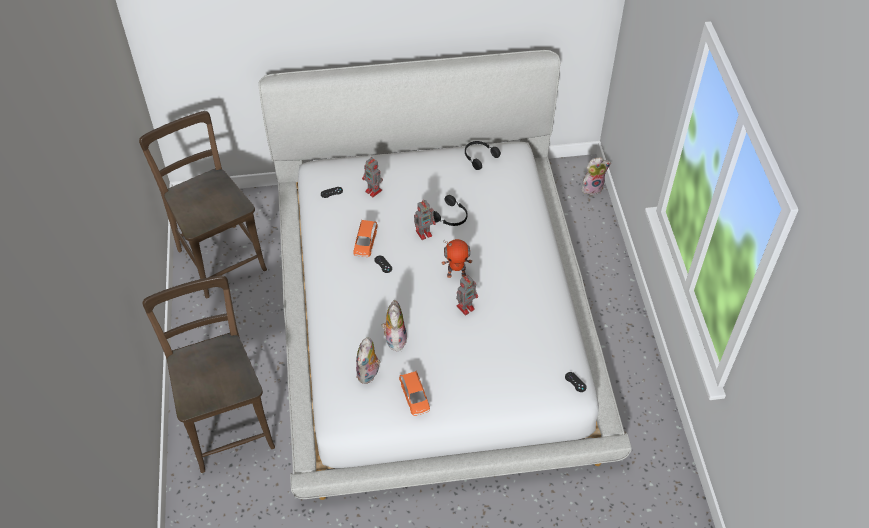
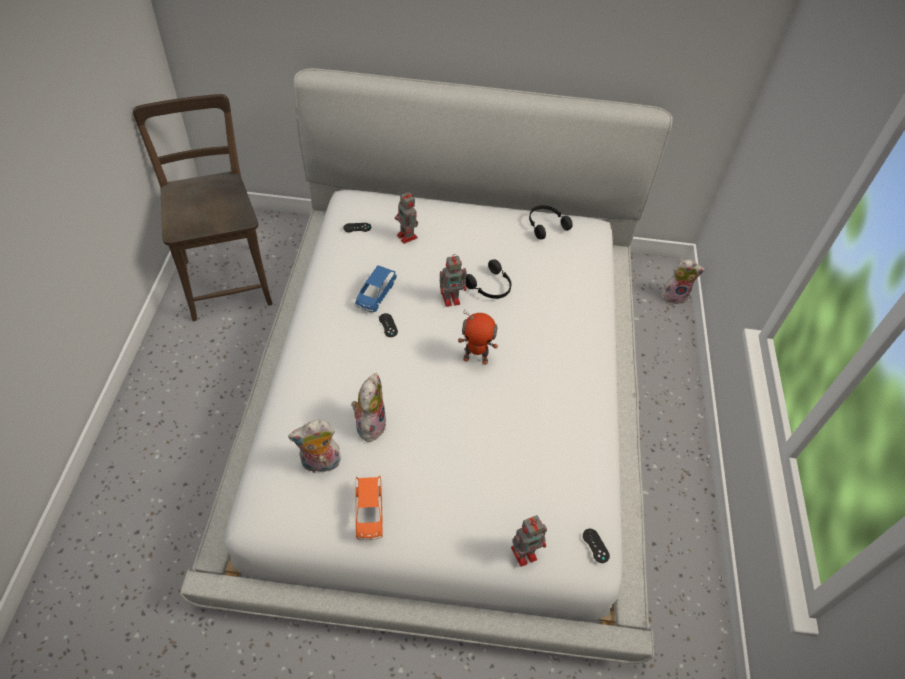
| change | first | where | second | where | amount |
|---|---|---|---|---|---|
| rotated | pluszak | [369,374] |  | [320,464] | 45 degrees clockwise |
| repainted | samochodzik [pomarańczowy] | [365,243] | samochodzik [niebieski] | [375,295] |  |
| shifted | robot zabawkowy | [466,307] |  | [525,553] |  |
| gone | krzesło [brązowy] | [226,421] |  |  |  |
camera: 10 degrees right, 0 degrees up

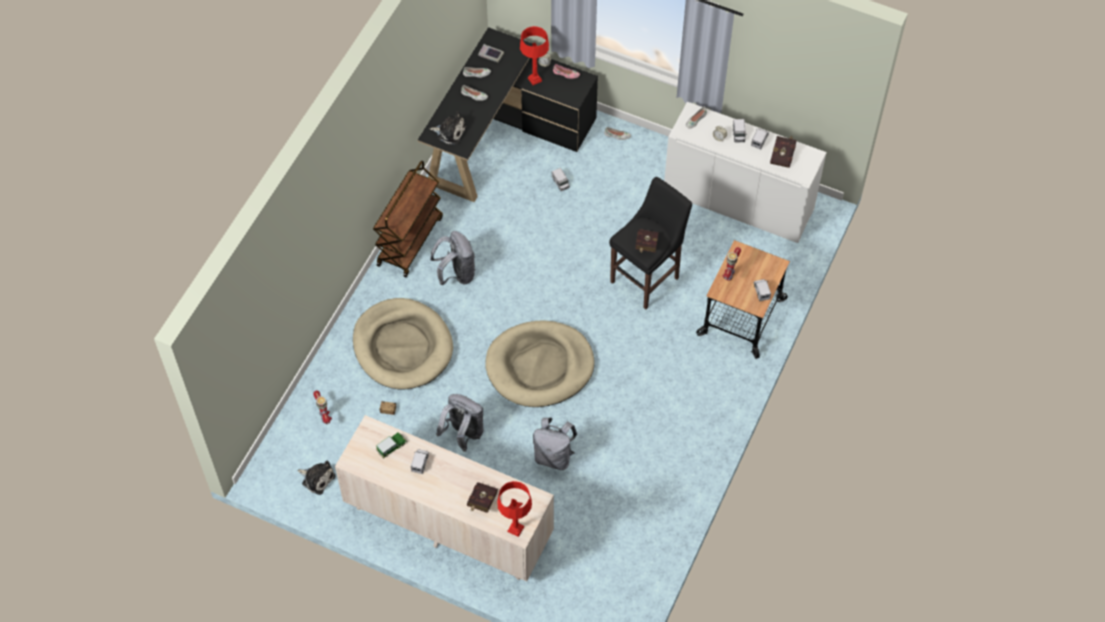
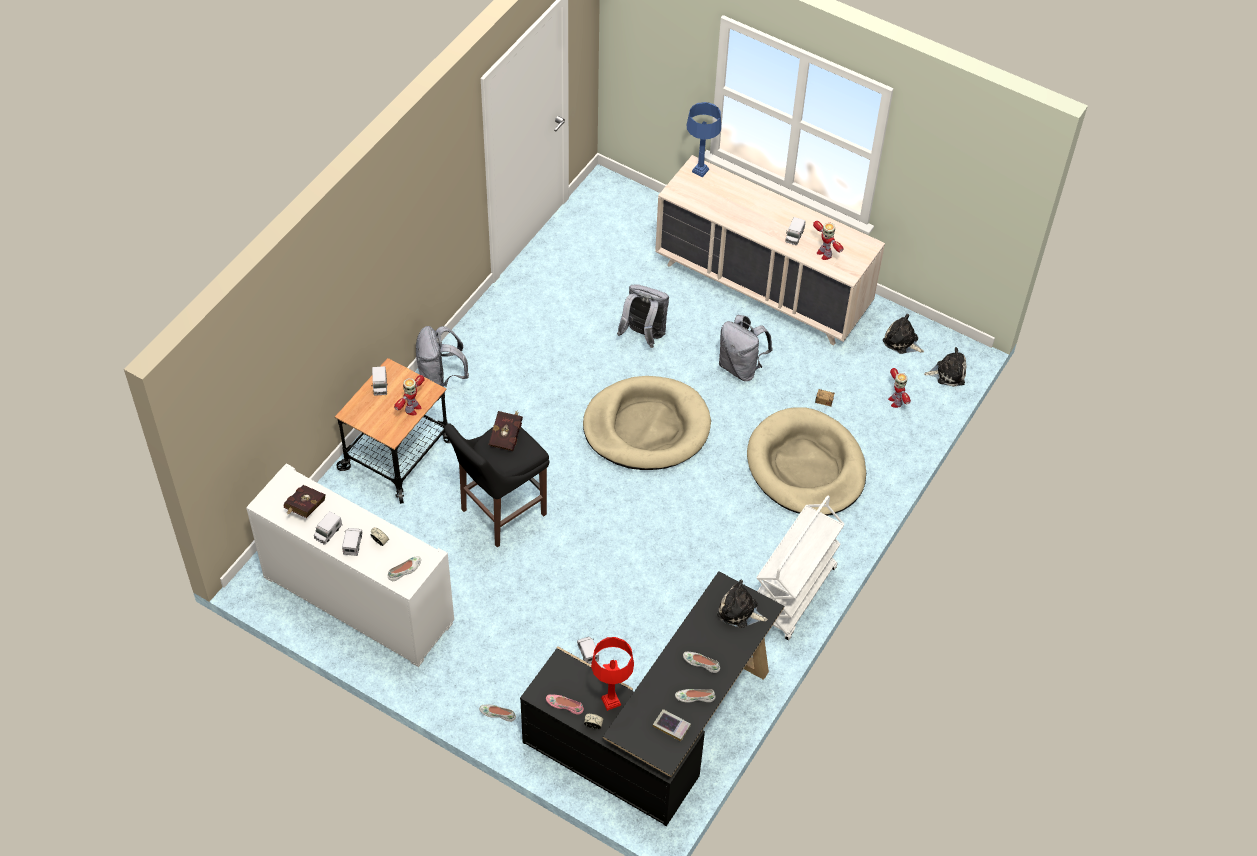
| change | first | where | second | where | amount |
|---|---|---|---|---|---|
| shifted | plecak [szary] | [456,274] |  | [441,379] |  |
| repainted | lampa stołowa [czerwony] | [515,529] | lampa stołowa [niebieski] | [700,170] |  |
| repainted | wózek [brązowy] | [409,240] | wózek [biały] | [793,595] |  |
| swapped | samochodzik | [392,446] | robot zabawkowy | [824,253] |  |
| new |  |  | pluszak | [948,373] |  |
| gone | książka [czerwony] | [481,502] |  |  |  |
camera: 175 degrees left, 5 degrees down

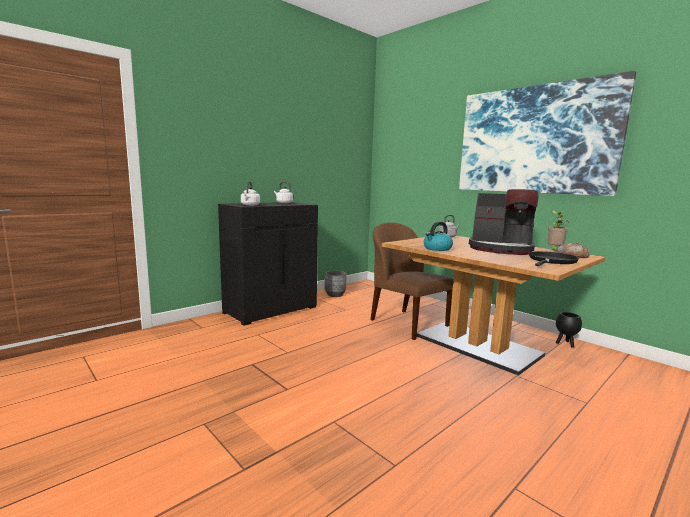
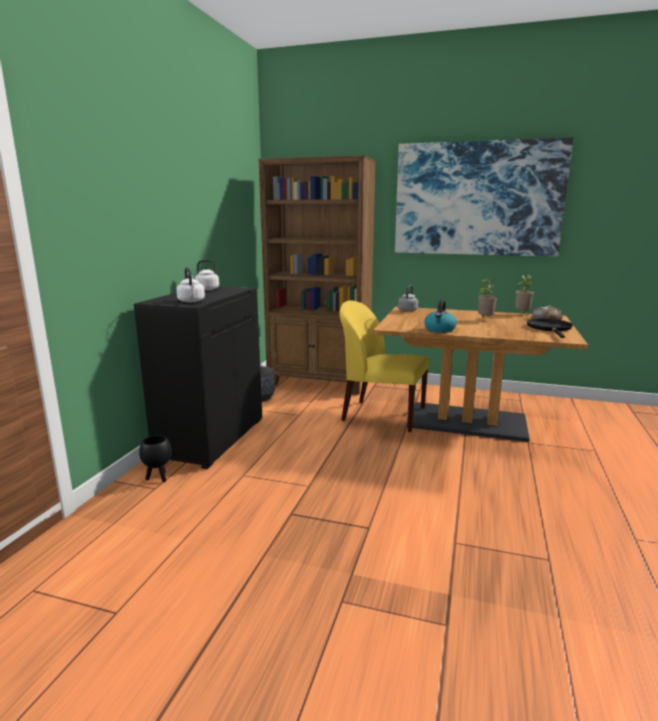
| change | first | where | second | where | amount |
|---|---|---|---|---|---|
| shifted | donica [czarny] | [565,344] |  | [158,478] |  |
| new |  |  | regał [brązowy] | [320,383] |  |
| repainted | krzesło [brązowy] | [407,324] | krzesło [żółty] | [381,415] |  |
| swapped | ekspres do kawy | [501,249] | roślina doniczkowa | [485,320] |  |
camera: 30 degrees left, 5 degrees up

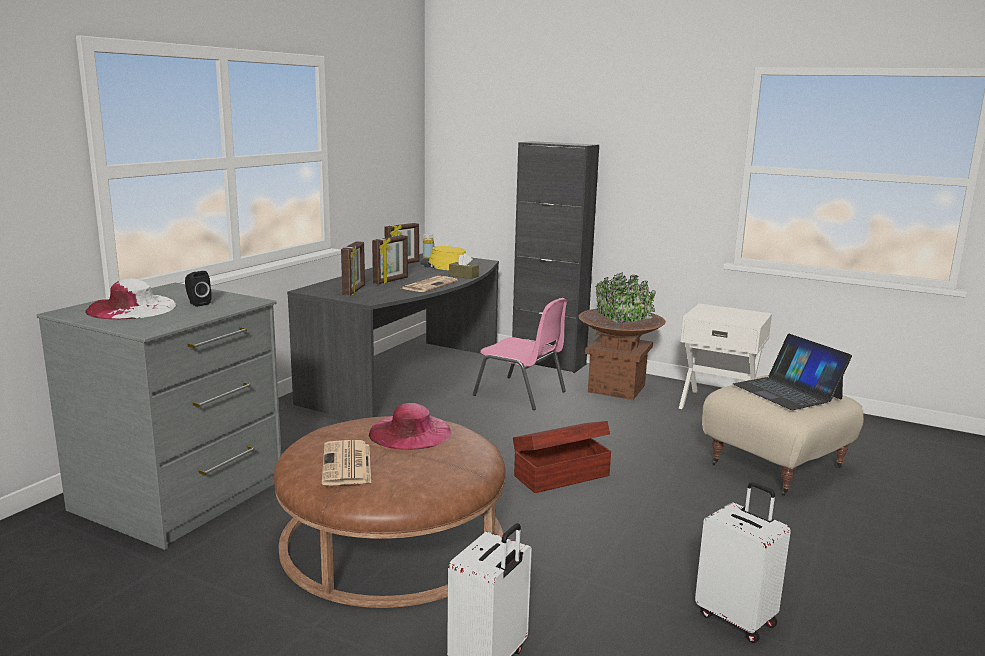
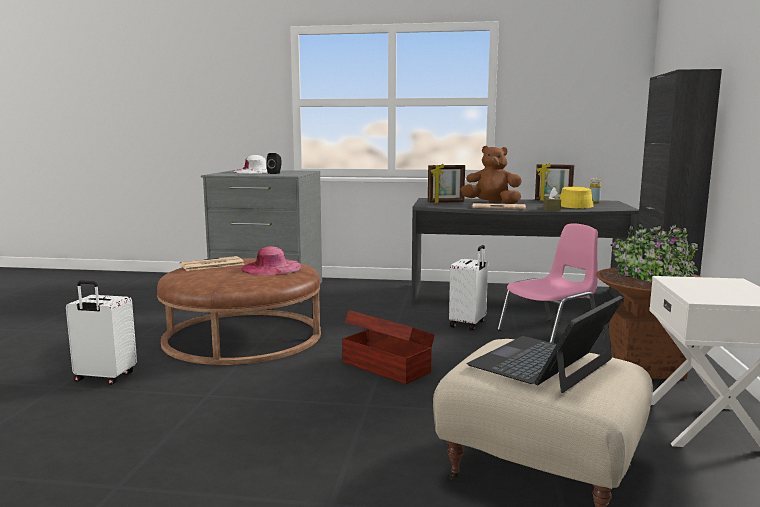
| change | first | where | second | where | amount |
|---|---|---|---|---|---|
| shifted | walizka [biały] | [737,618] |  | [468,324] |  |
| swapped | ramka na zdjęcie | [391,281] | pluszak [brązowy] | [491,203] |  |
| rotated | krzesło [różowy] | [521,394] |  | [550,333] | 135 degrees counterclockwise |
camera: 70 degrees right, 5 degrees down

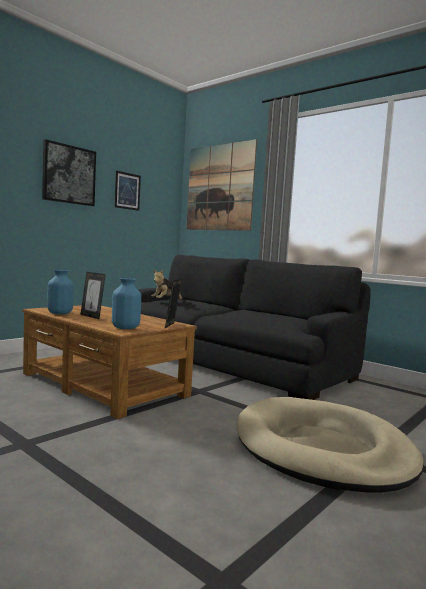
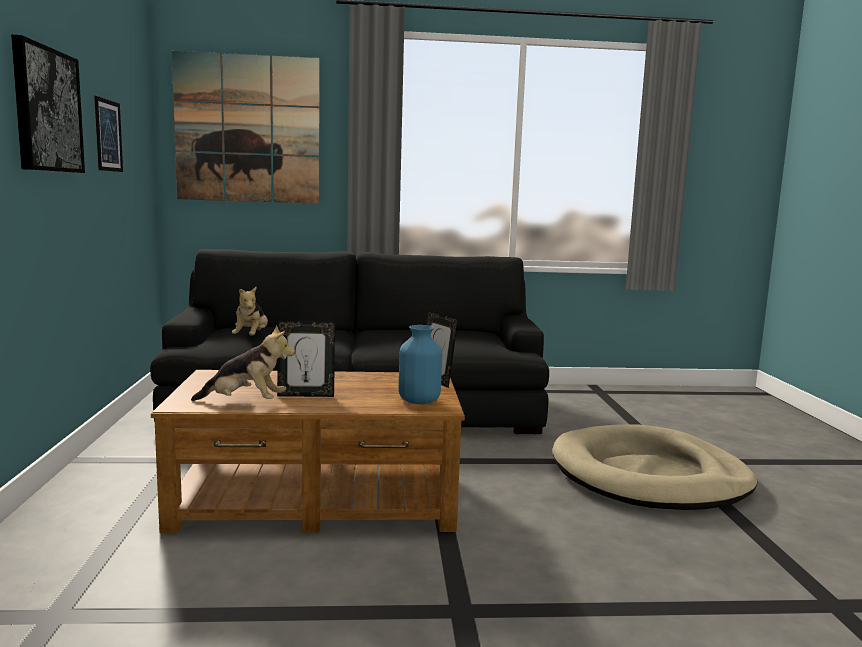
| change | first | where | second | where | amount |
|---|---|---|---|---|---|
| swapped | wazon [niebieski] | [59,313] | pluszak | [245,403] |  |
camera: 45 degrees left, 5 degrees up

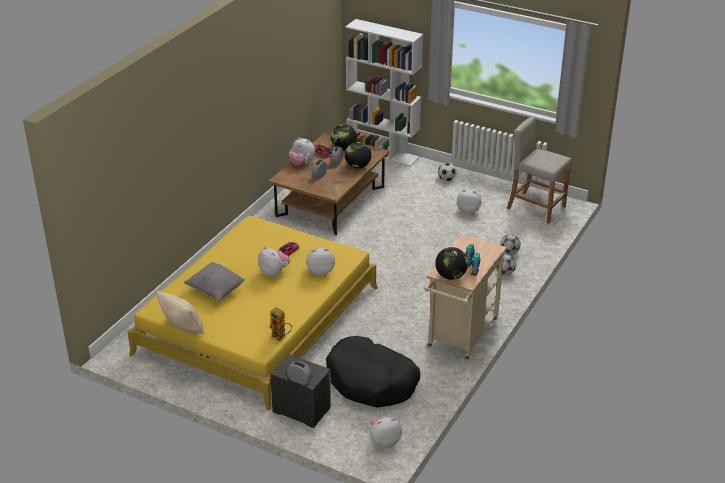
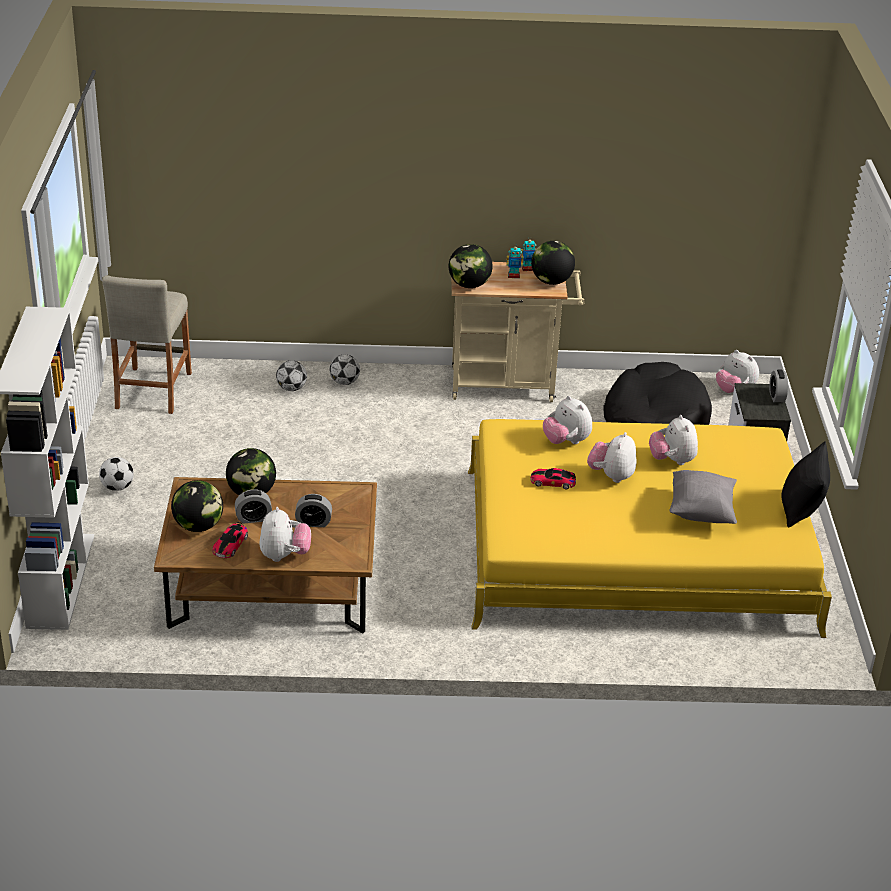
| change | first | where | second | where | amount |
|---|---|---|---|---|---|
| new |  |  | globus | [469,285] |  |
| shifted | pluszak | [469,210] |  | [672,460] |  |
| repainted | poduszka [beżowy] | [182,327] | poduszka [czarny] | [801,509] |  |
| gone | robot zabawkowy | [281,337] |  |  |  |
camera: 120 degrees left, 0 degrees up

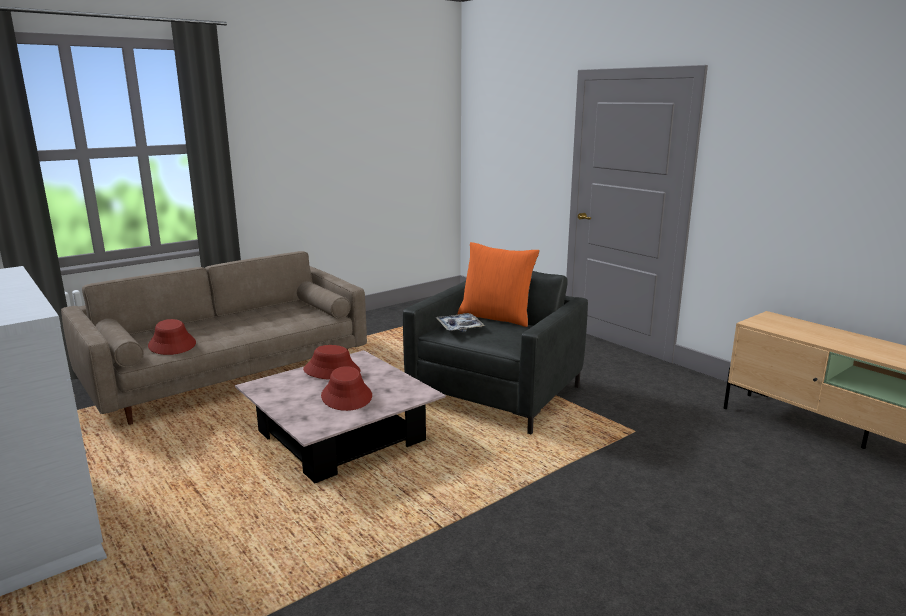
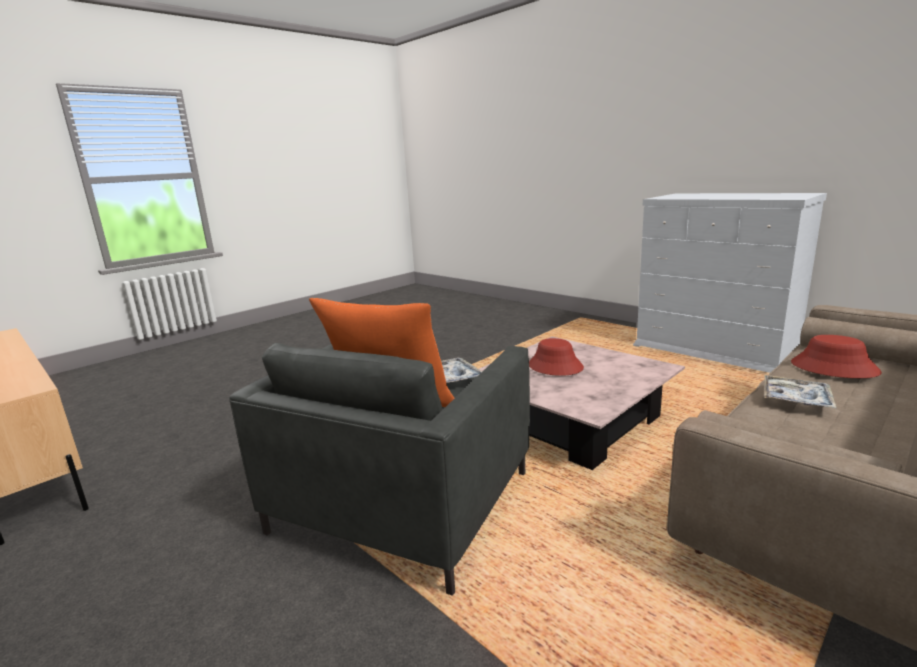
| change | first | where | second | where | amount |
|---|---|---|---|---|---|
| new |  |  | taca | [796,398] |  |
| gone | kapelusz [czerwony] | [332,371] |  |  |  |
camera: 175 degrees right, 0 degrees up

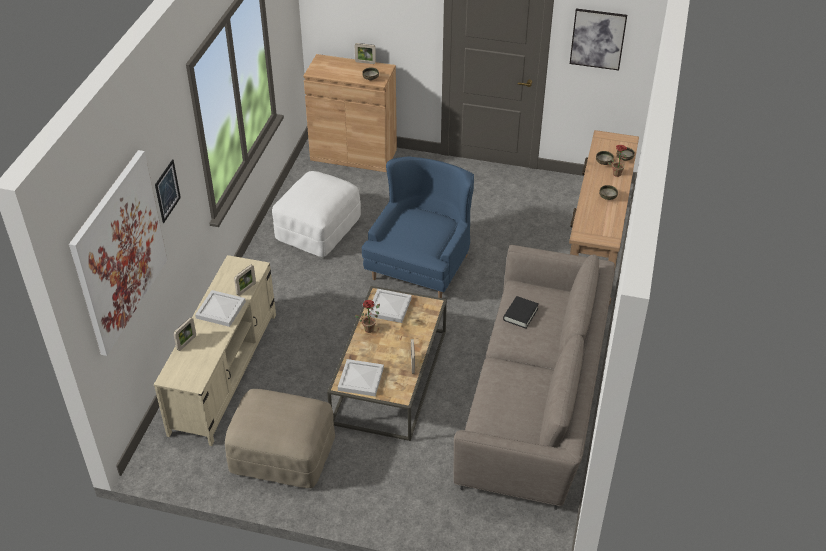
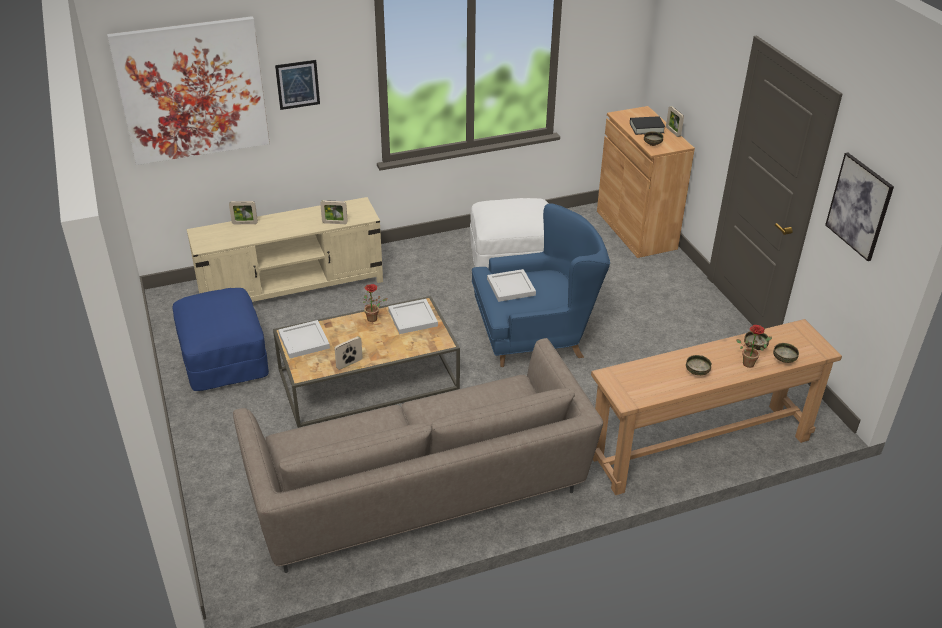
| change | first | where | second | where | amount |
|---|---|---|---|---|---|
| repainted | pufa [beżowy] | [282,455] | pufa [niebieski] | [223,359] |  |
| shifted | taca [biały] | [220,310] |  | [510,287] |  |
| shifted | książka [czarny] | [520,314] |  | [646,128] |  |
camera: 55 degrees right, 5 degrees down

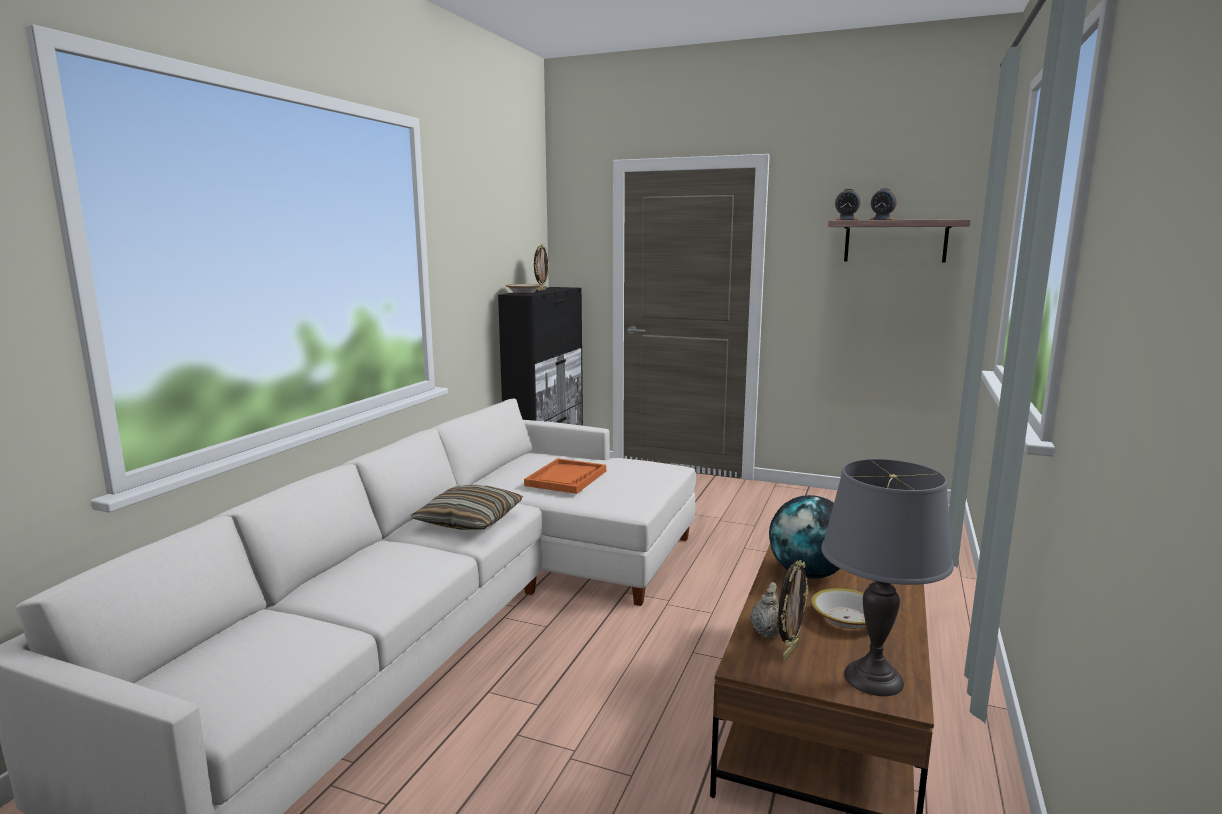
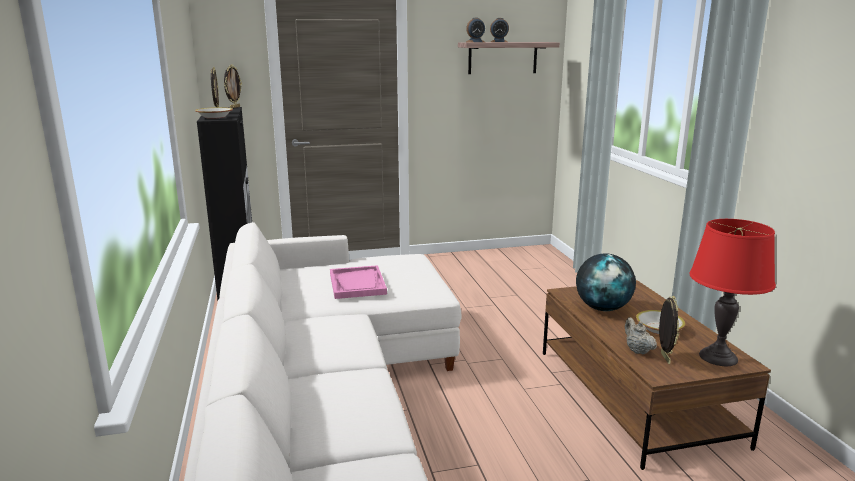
| change | first | where | second | where | amount |
|---|---|---|---|---|---|
| new |  |  | ramka na zdjęcie | [234,107] |  |
| repainted | taca [pomarańczowy] | [566,478] | taca [różowy] | [357,284] |  |
| repainted | lampa stołowa [szary] | [873,678] | lampa stołowa [czerwony] | [718,357] |  |
| gone | poduszka | [470,520] |  |  |  |
camera: 35 degrees left, 5 degrees up

